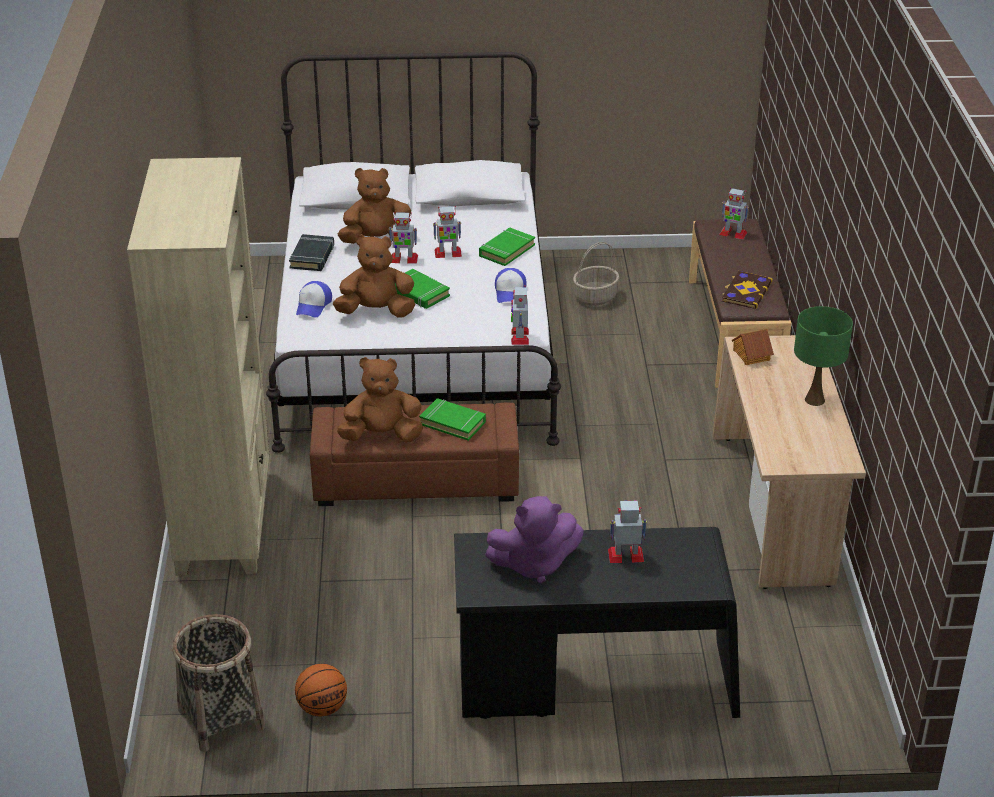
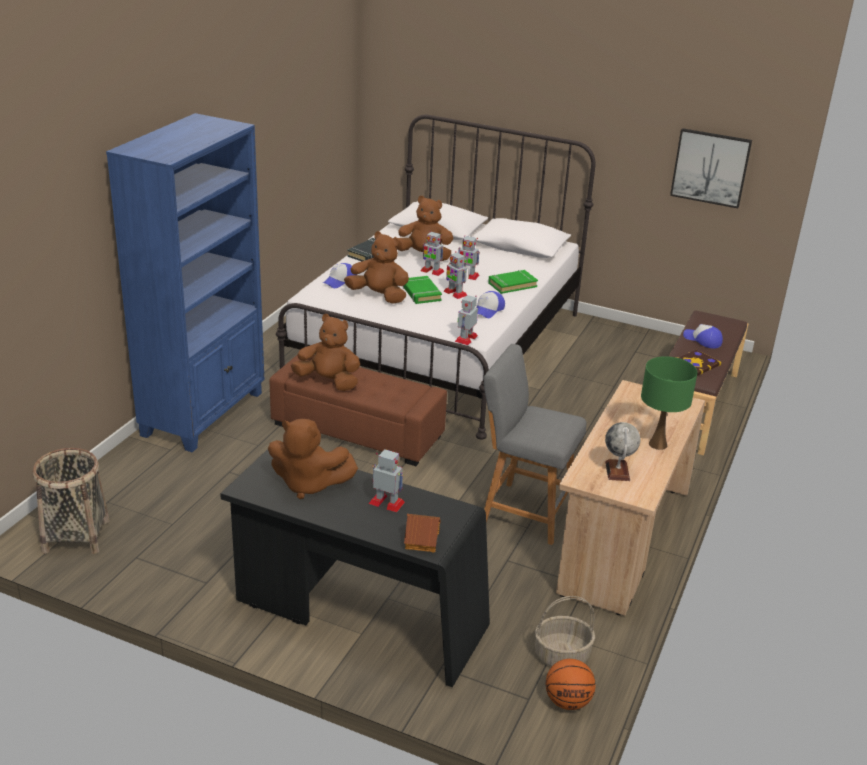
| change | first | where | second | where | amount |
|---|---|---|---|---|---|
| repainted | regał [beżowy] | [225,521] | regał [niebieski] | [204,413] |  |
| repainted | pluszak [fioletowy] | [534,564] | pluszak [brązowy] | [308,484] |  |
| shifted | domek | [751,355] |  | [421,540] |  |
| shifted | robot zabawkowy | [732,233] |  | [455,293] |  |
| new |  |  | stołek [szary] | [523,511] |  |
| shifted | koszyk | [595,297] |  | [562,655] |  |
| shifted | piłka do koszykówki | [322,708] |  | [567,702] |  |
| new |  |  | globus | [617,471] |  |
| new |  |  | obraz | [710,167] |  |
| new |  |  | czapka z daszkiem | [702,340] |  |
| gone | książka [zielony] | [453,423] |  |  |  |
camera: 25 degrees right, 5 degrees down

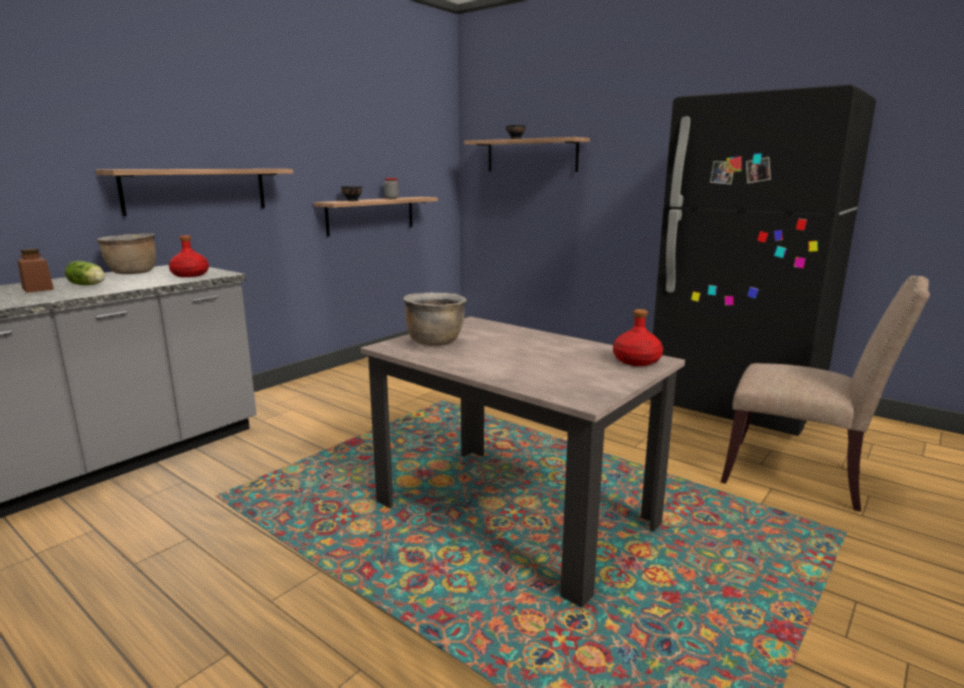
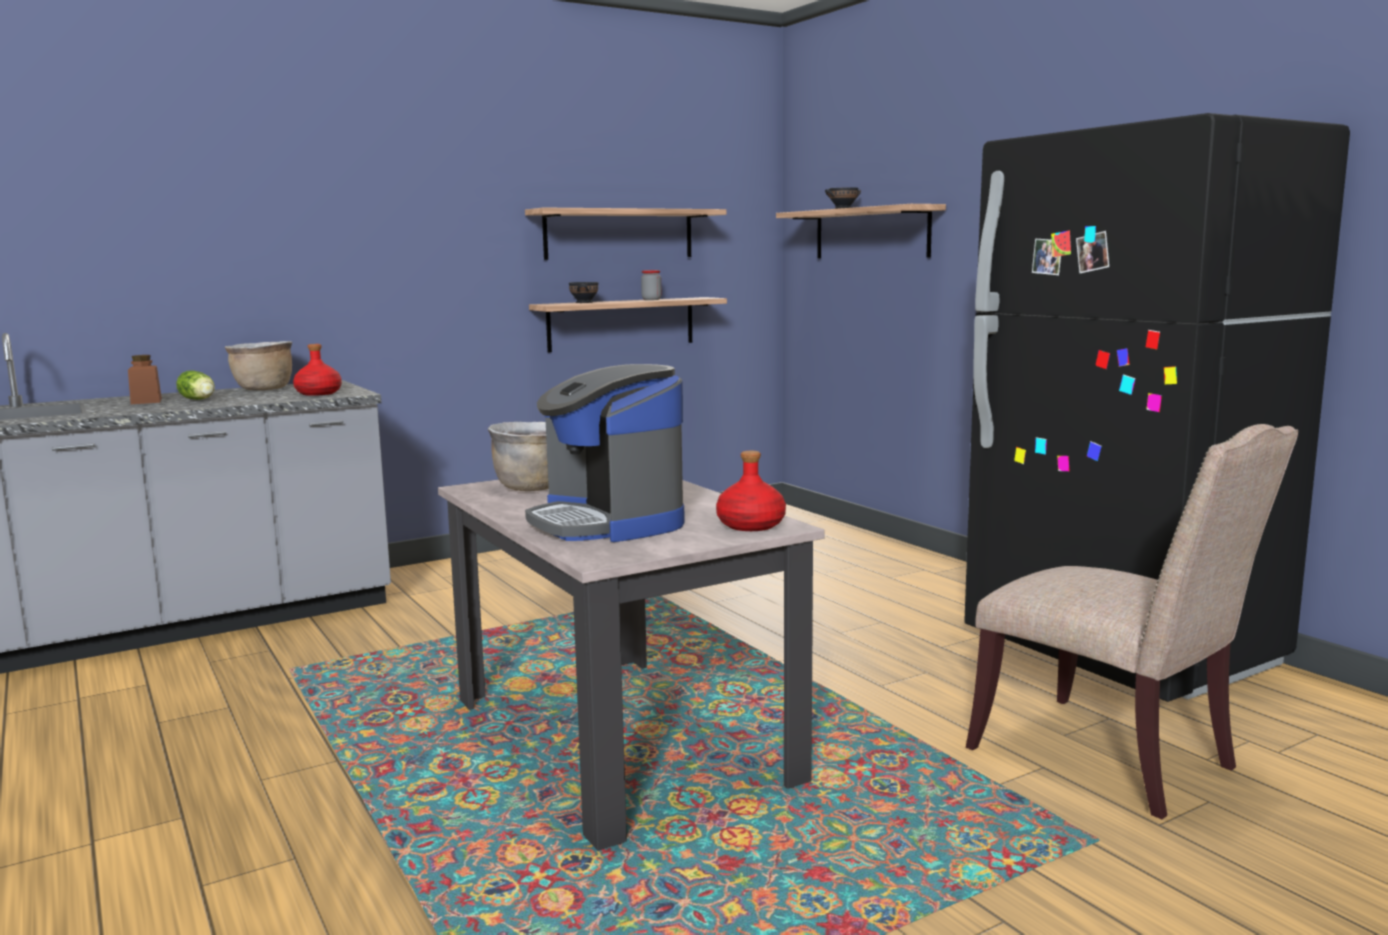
| change | first | where | second | where | amount |
|---|---|---|---|---|---|
| shifted | półka | [196,190] |  | [619,234] |  |
| new |  |  | ekspres do kawy | [608,522] |  |
camera: 20 degrees right, 5 degrees down

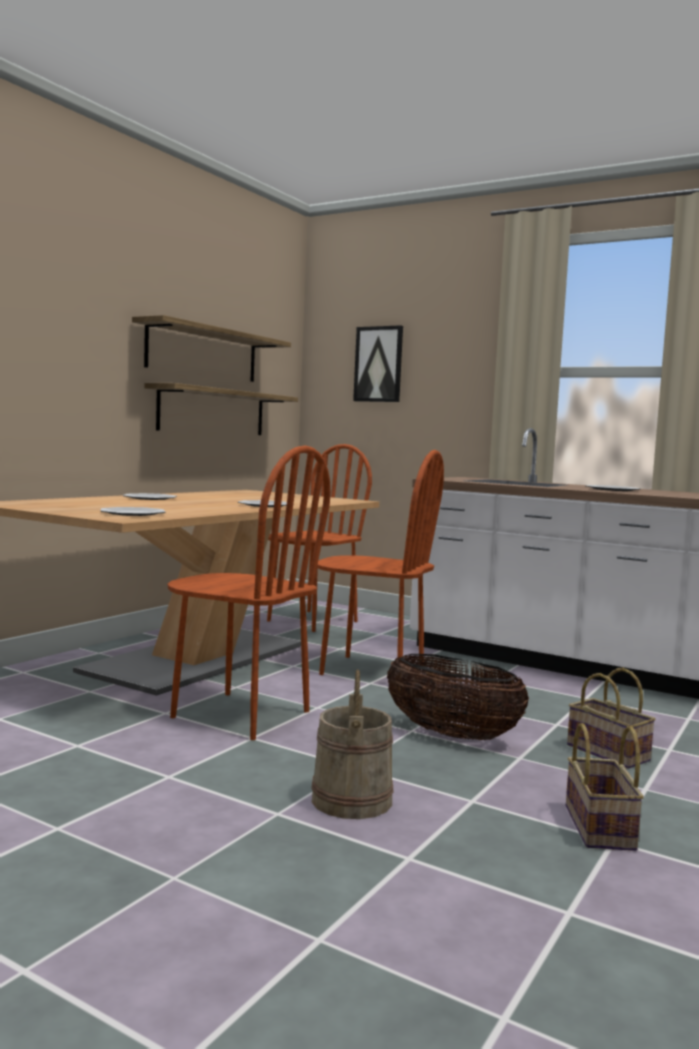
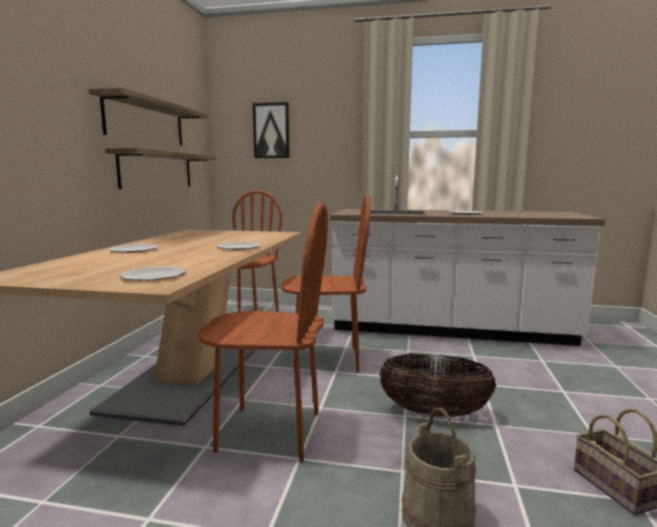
| change | first | where | second | where | amount |
|---|---|---|---|---|---|
| gone | koszyk | [610,753] |  |  |  |
camera: 20 degrees left, 5 degrees up

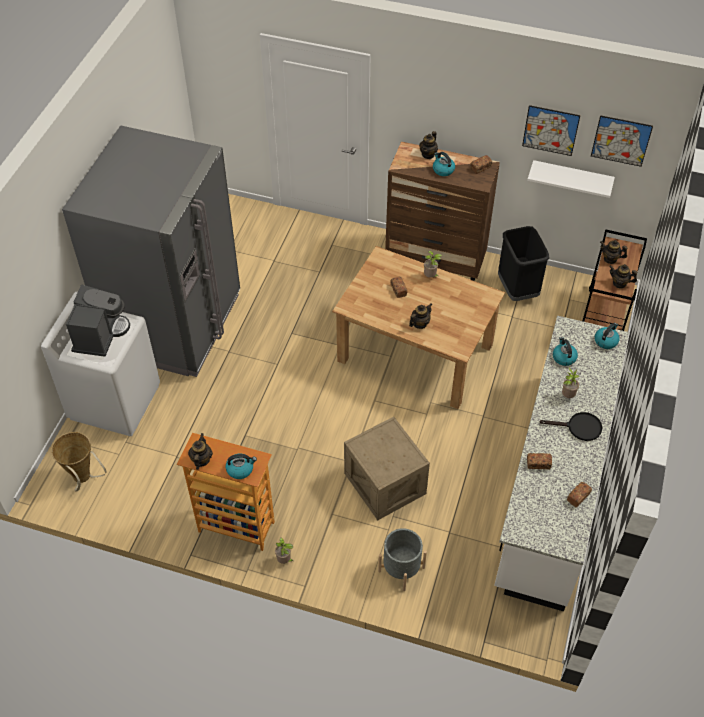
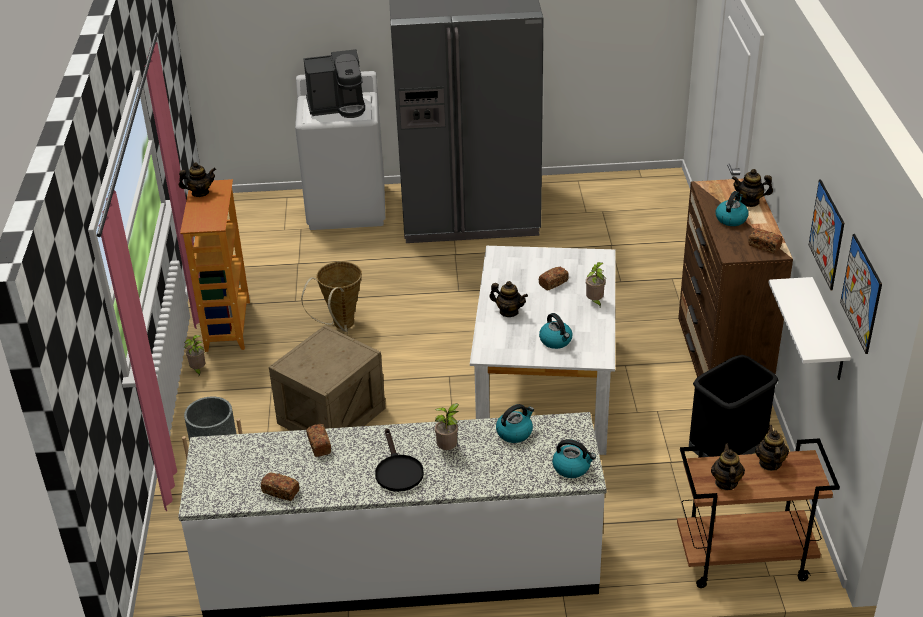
| change | first | where | second | where | amount |
|---|---|---|---|---|---|
| shifted | koszyk | [84,479] |  | [340,326] |  |
| repainted | stół jadalny [brązowy] | [414,353] | stół jadalny [biały] | [544,389] |  |
| shifted | czajnik | [240,469] |  | [556,341] |  |
camera: 70 degrees right, 15 degrees down

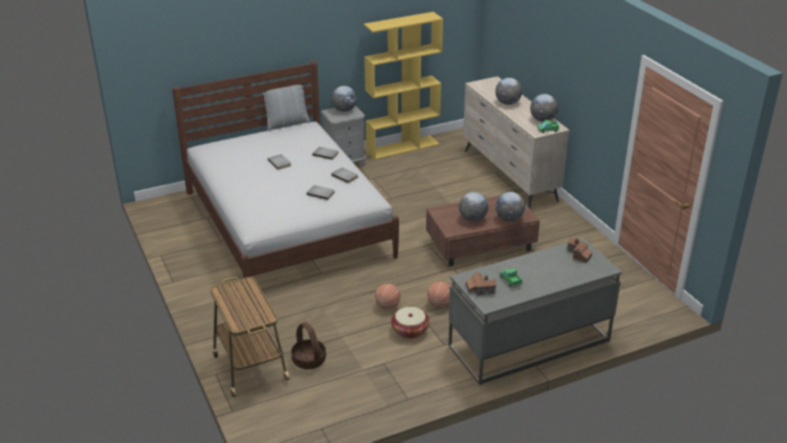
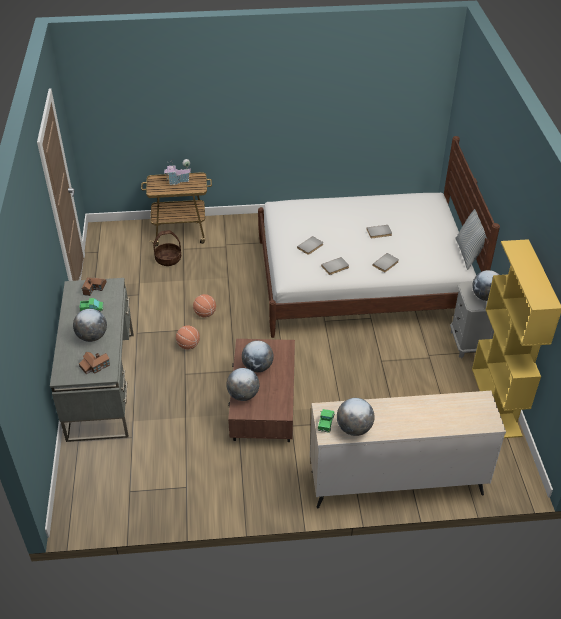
| change | first | where | second | where | amount |
|---|---|---|---|---|---|
| shifted | globus | [507,103] |  | [92,336] |  |
| new |  |  | domek | [178,181] |  |
| gone | koszyk | [410,330] |  |  |  |
camera: 110 degrees right, 10 degrees up

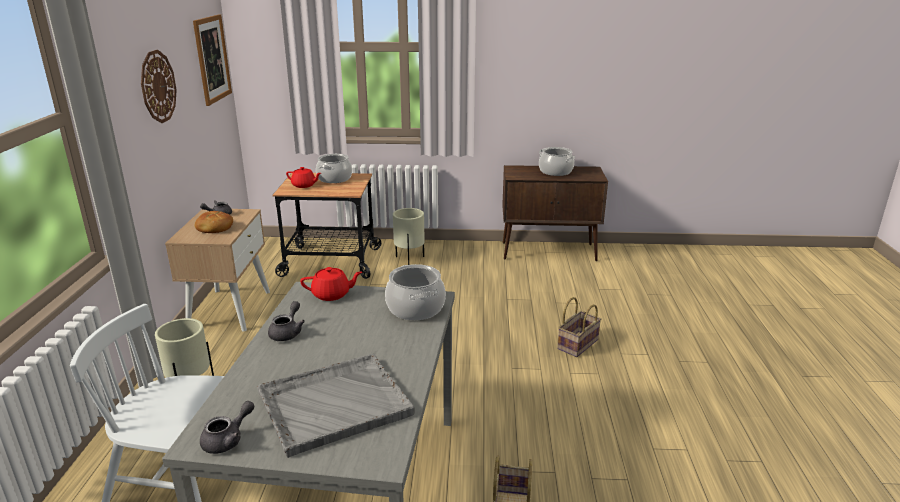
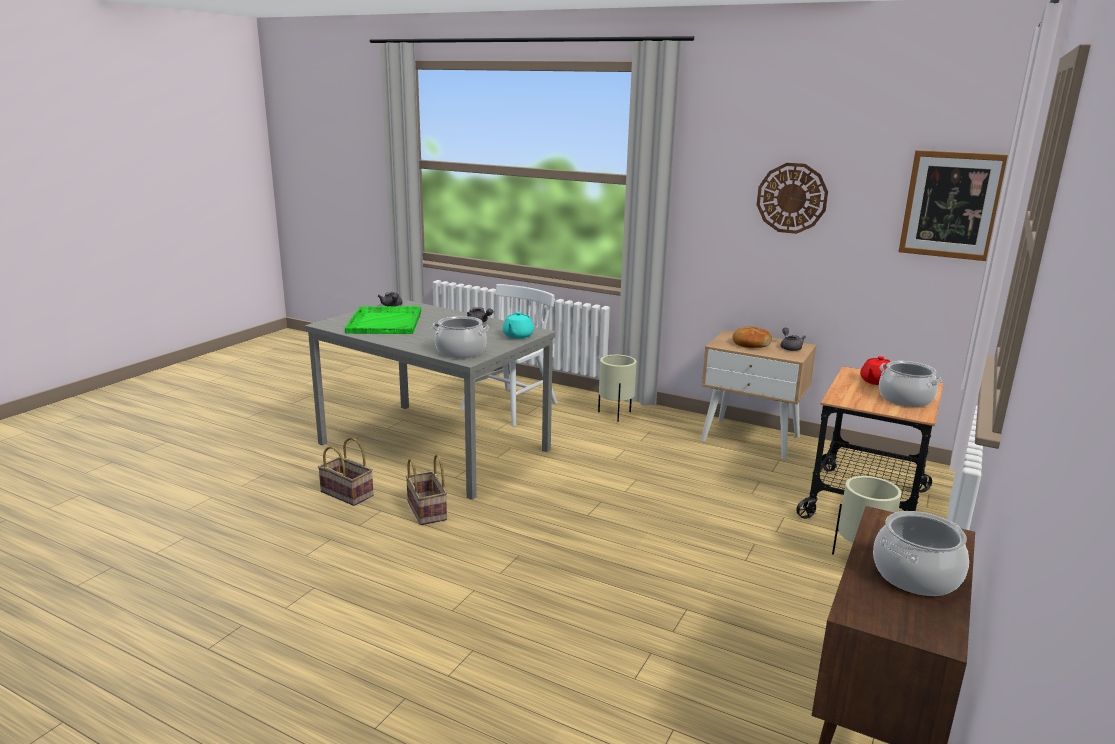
| change | first | where | second | where | amount |
|---|---|---|---|---|---|
| repainted | taca [szary] | [333,404] | taca [zielony] | [385,322] |  |
| shifted | koszyk | [577,343] |  | [428,511] |  |
| repainted | imbryk [czerwony] | [332,295] | imbryk [turkusowy] | [517,336] |  |
camera: 115 degrees right, 5 degrees down

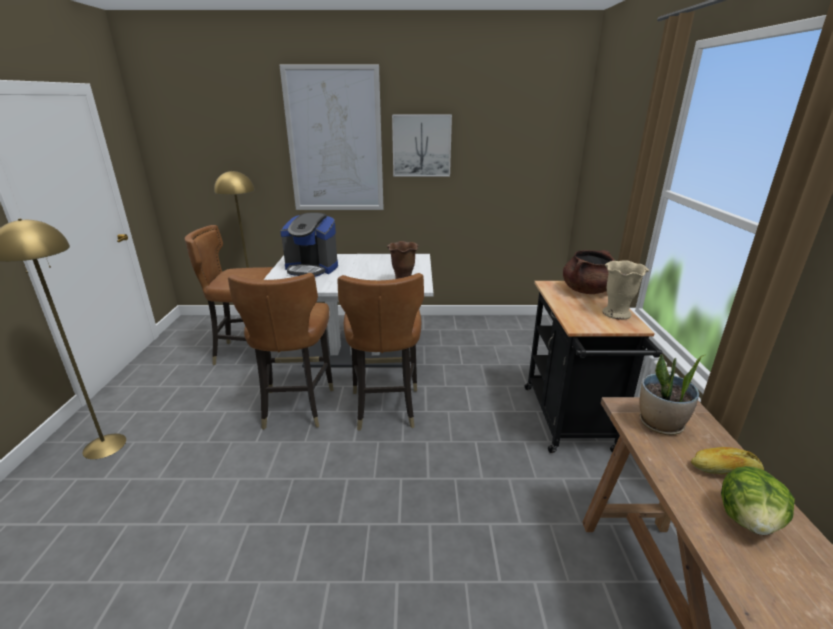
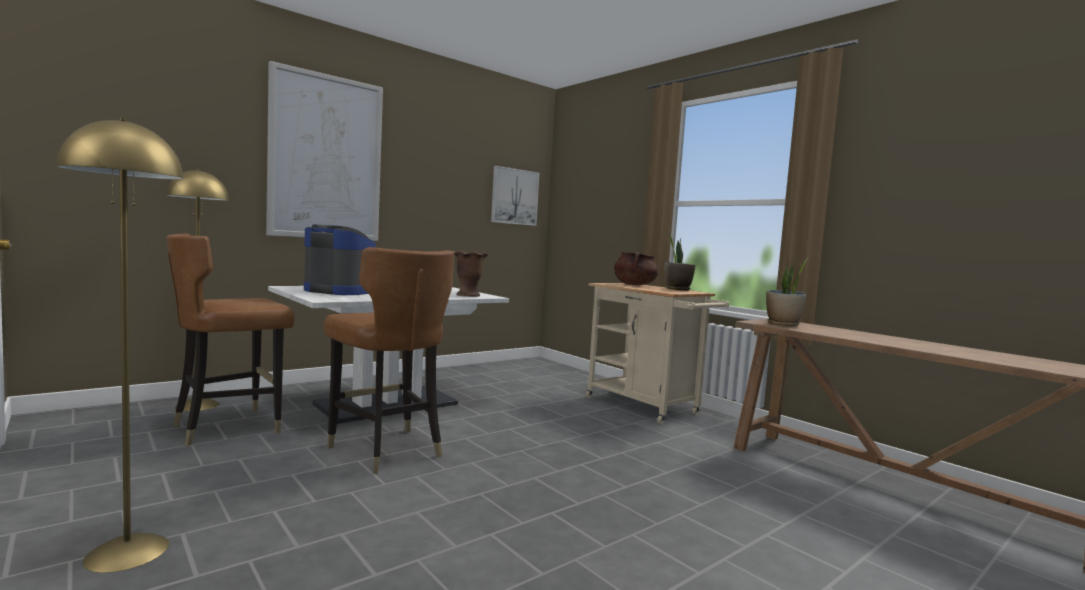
| change | first | where | second | where | amount |
|---|---|---|---|---|---|
| rotated | ekspres do kawy | [312,268] |  | [340,291] | 135 degrees counterclockwise |
| shifted | obraz | [421,146] |  | [514,196] |  |
| repainted | wózek [czarny] | [570,423] | wózek [beżowy] | [647,407] |  |
| swapped | wazon [beżowy] | [616,314] | roślina doniczkowa | [677,289] |  |
| gone | krzesło [brązowy] | [385,407] |  |  |  |
| gone | chleb | [724,471] |  |  |  |
| gone | sałata | [748,520] |  |  |  |
camera: 40 degrees left, 20 degrees down

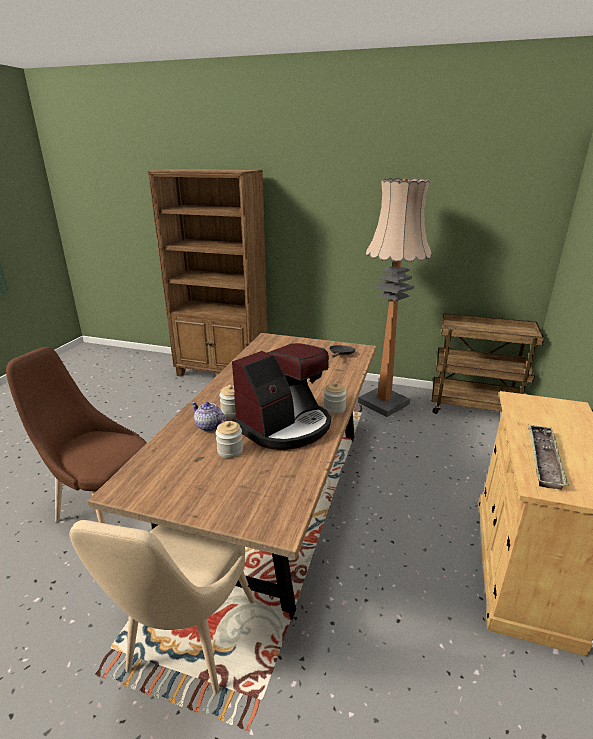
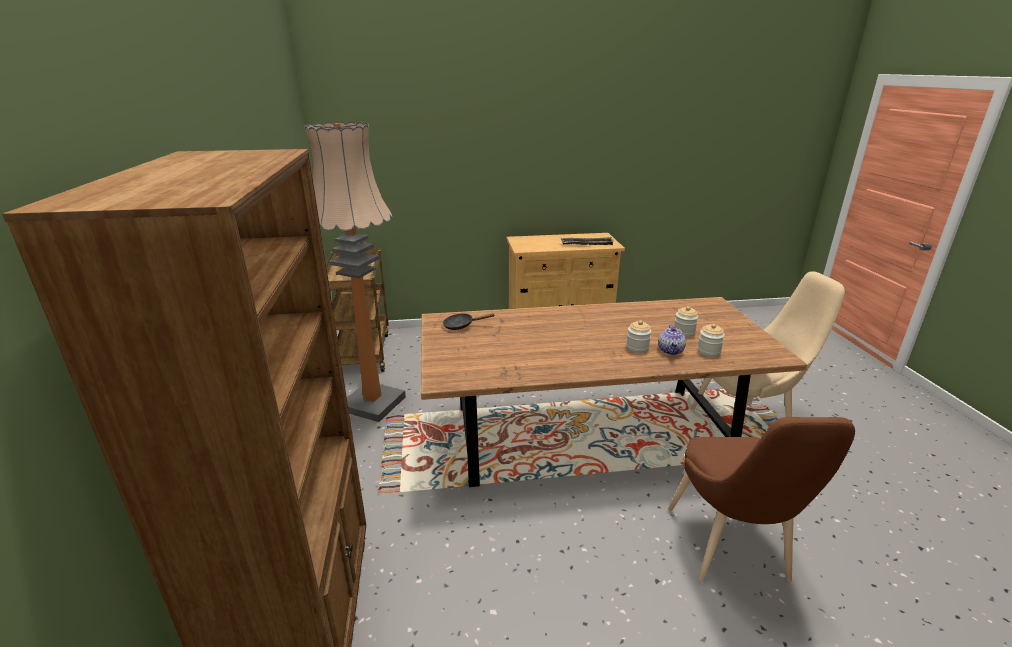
| change | first | where | second | where | amount |
|---|---|---|---|---|---|
| shifted | słoik | [334,409] |  | [708,351] |  |
| gone | ekspres do kawy | [285,426] |  |  |  |
camera: 115 degrees left, 0 degrees up

